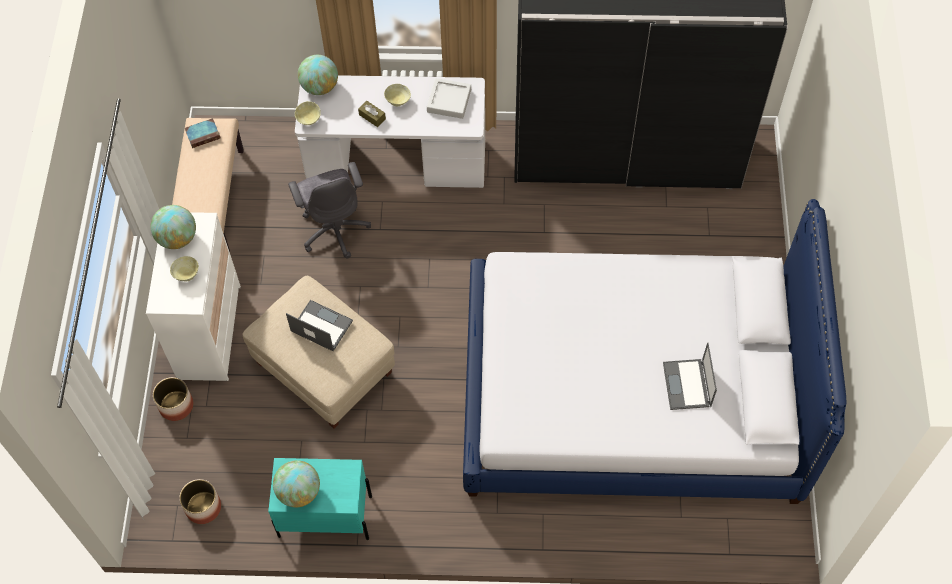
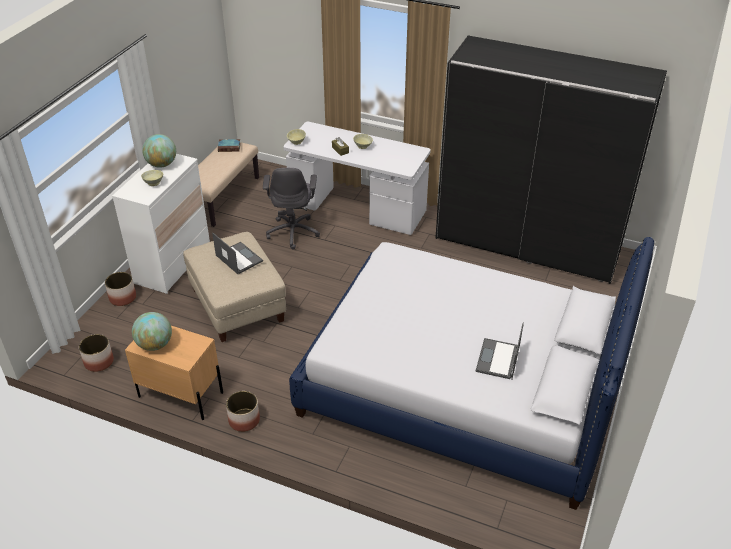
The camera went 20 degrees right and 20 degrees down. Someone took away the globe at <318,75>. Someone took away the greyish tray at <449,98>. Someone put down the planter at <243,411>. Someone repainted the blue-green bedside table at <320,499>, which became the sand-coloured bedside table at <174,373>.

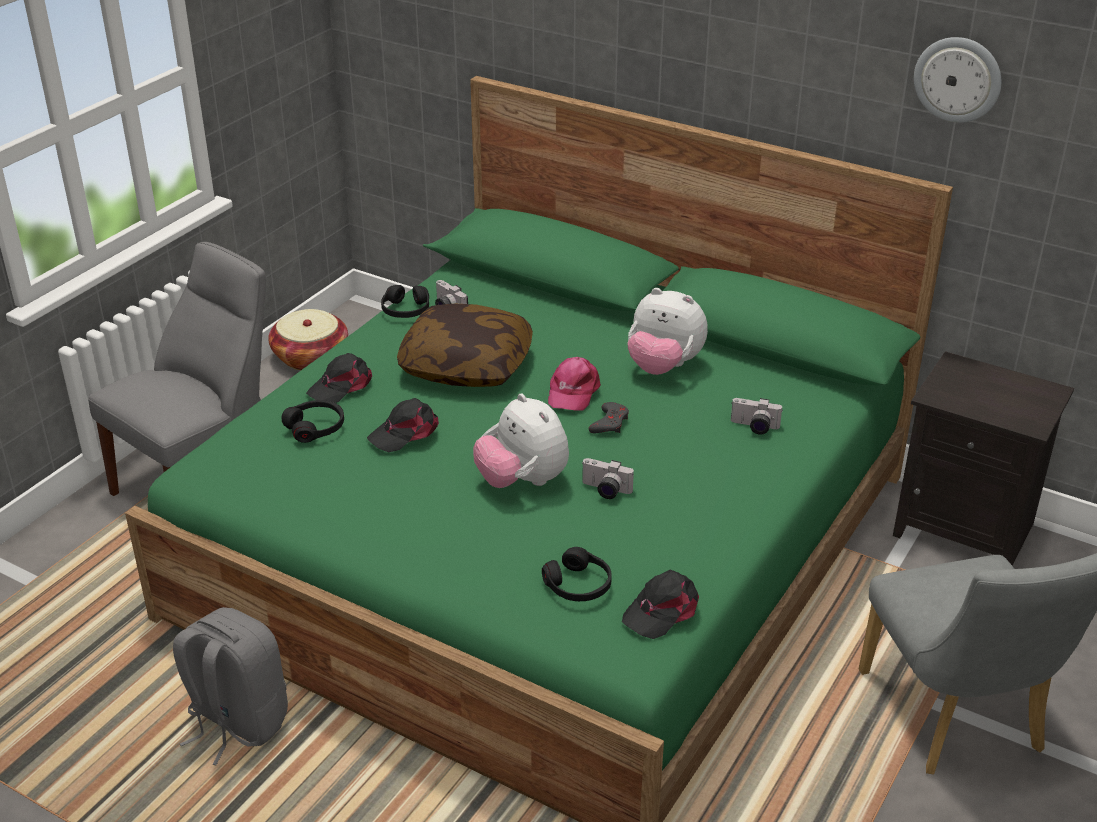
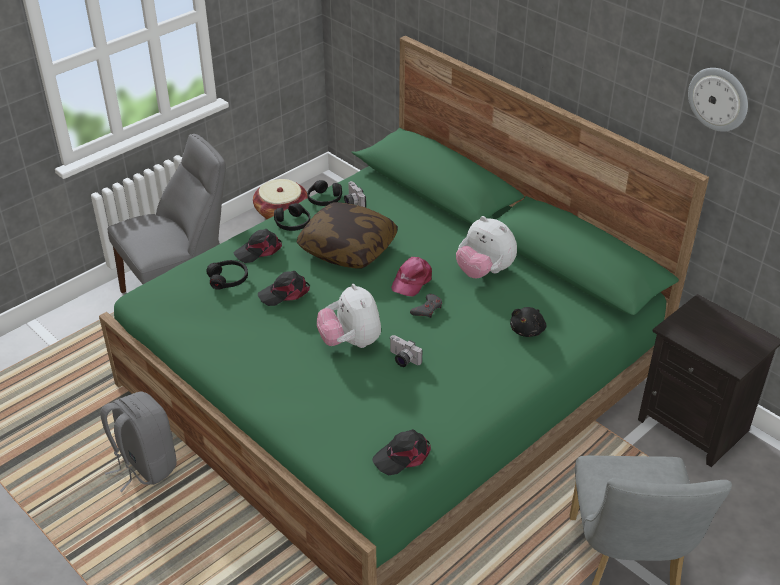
The camera went 15 degrees right and 5 degrees up. Someone carried the black-coloured pair of headphones from <577,574> to <292,217>. Someone swapped the still camera at <757,416> for the black-coloured soft toy at <528,322>.

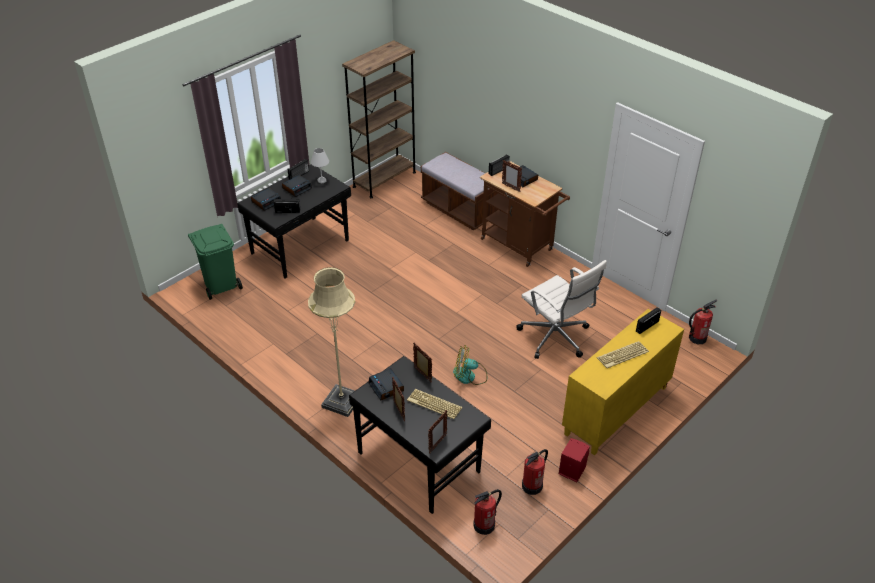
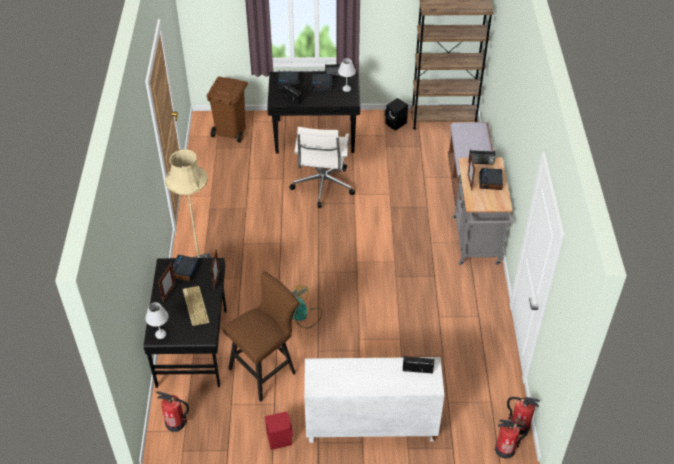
The camera went 45 degrees right and 5 degrees up. Someone took away the PC keyboard at <623,354>. Someone put down the brown sitting stool at <261,336>. Someone put down the black-coloured speaker at <396,114>. Someone carried the white computer chair from <561,309> to <322,167>. Someone carried the fire-fighting cylinder from <535,472> to <512,439>. Someone swapped the picture frame at <437,431> for the white tabletop lamp at <157,320>. Someone repainted the greenish trash can at <215,262>, which became the brown trash can at <227,109>. Someone repainted the brown cart at <525,214>, which became the greyish cart at <483,211>. Someone repainted the yellow-coloured cupboard at <623,382>, which became the white cupboard at <374,400>.

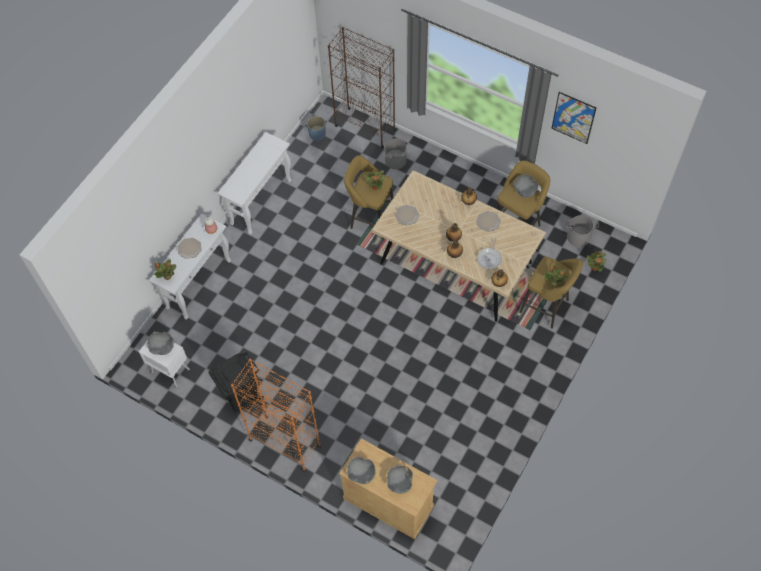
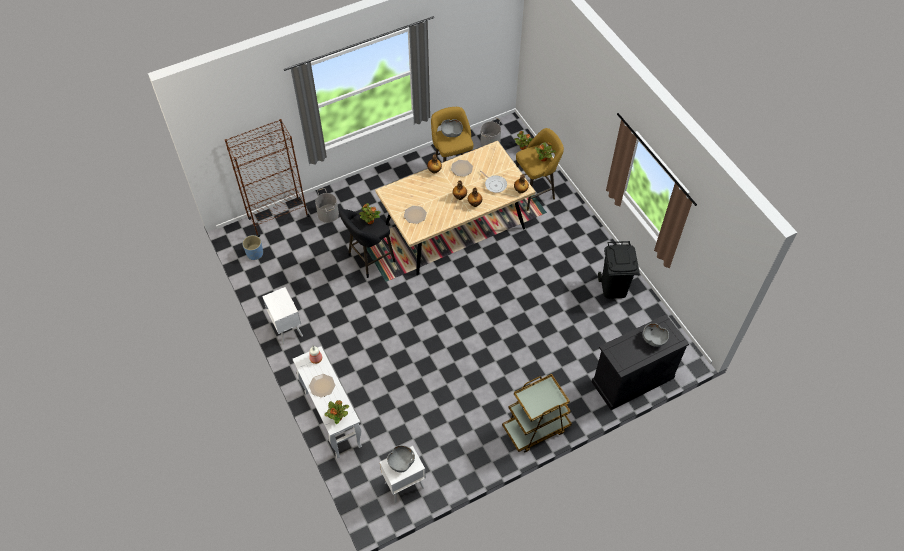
The camera went 60 degrees left and 5 degrees down. Someone took away the greyish deep dish at <361,470>. Someone took away the picture at <573,118>. Someone carried the black-coloured trash can from <236,382> to <619,270>. Someone swapped the white console table at <254,183> for the white bedside table at <282,316>. Someone swapped the orangey bookshelf at <276,415> for the brown cart at <537,413>. Someone repainted the sand-coloured cupboard at <388,488>, which became the black-coloured cupboard at <640,362>. Someone repainted the yellow-coloured sitting stool at <368,197>, which became the black-coloured sitting stool at <367,243>.

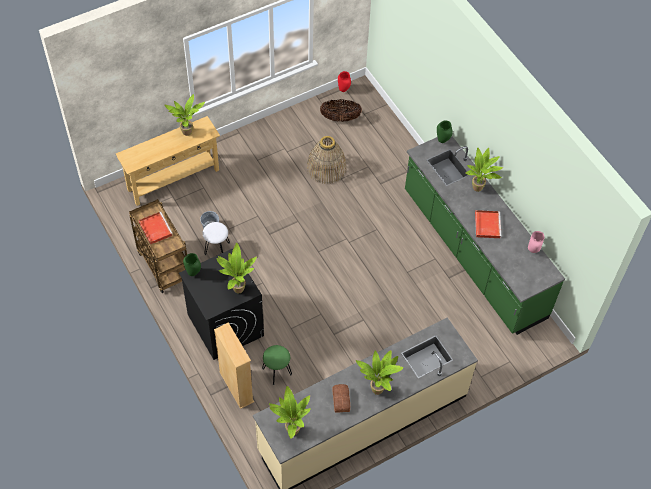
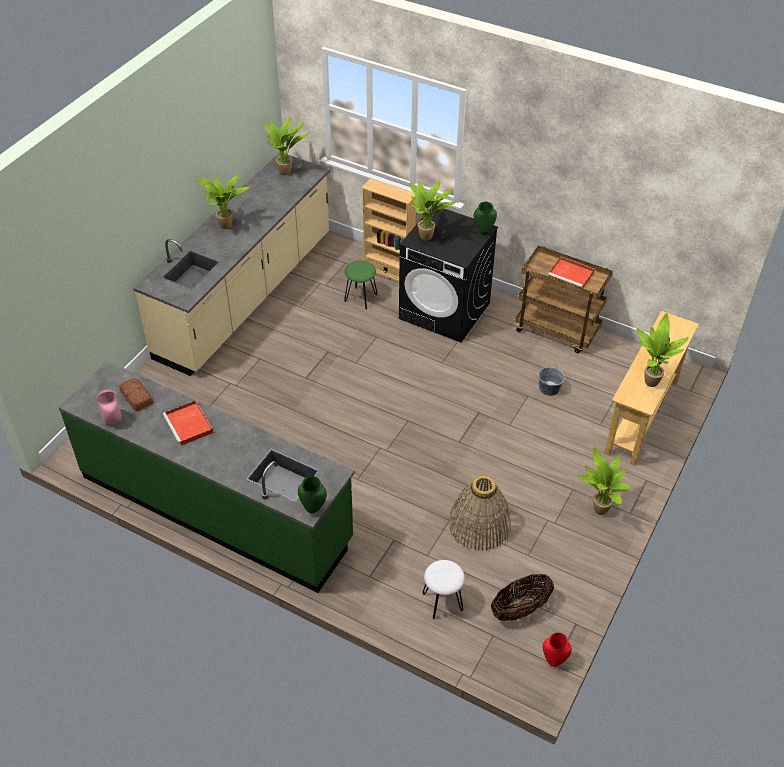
The camera went 150 degrees right and 10 degrees down. Someone carried the white sitting stool from <216,238> to <444,589>. Someone carried the bread from <341,398> to <136,395>. Someone carried the potted plant from <484,170> to <604,481>.

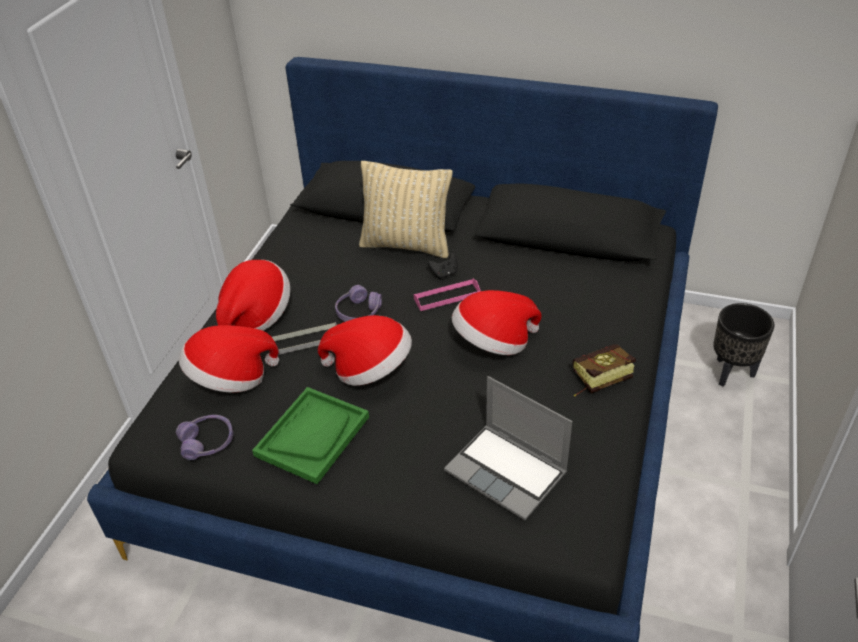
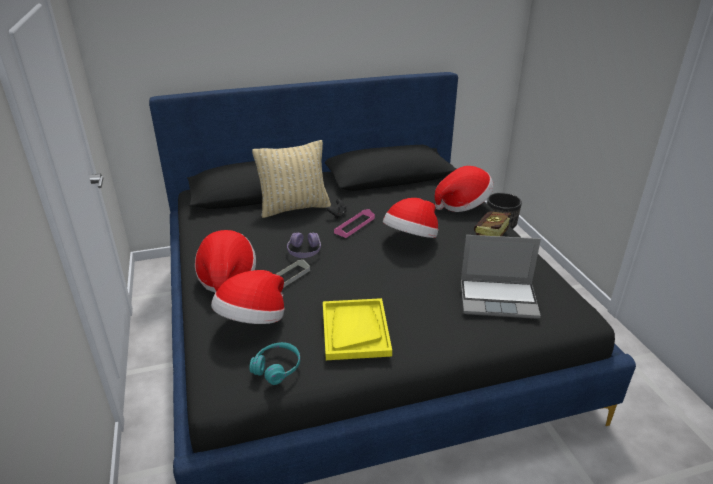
The camera went 35 degrees left and 10 degrees down. Someone carried the wearable hat from <365,350> to <464,189>. Someone repainted the purple pair of headphones at <204,437>, which became the blue-green pair of headphones at <274,363>. Someone repainted the greenish tray at <310,435>, which became the yellow-coloured tray at <357,329>.

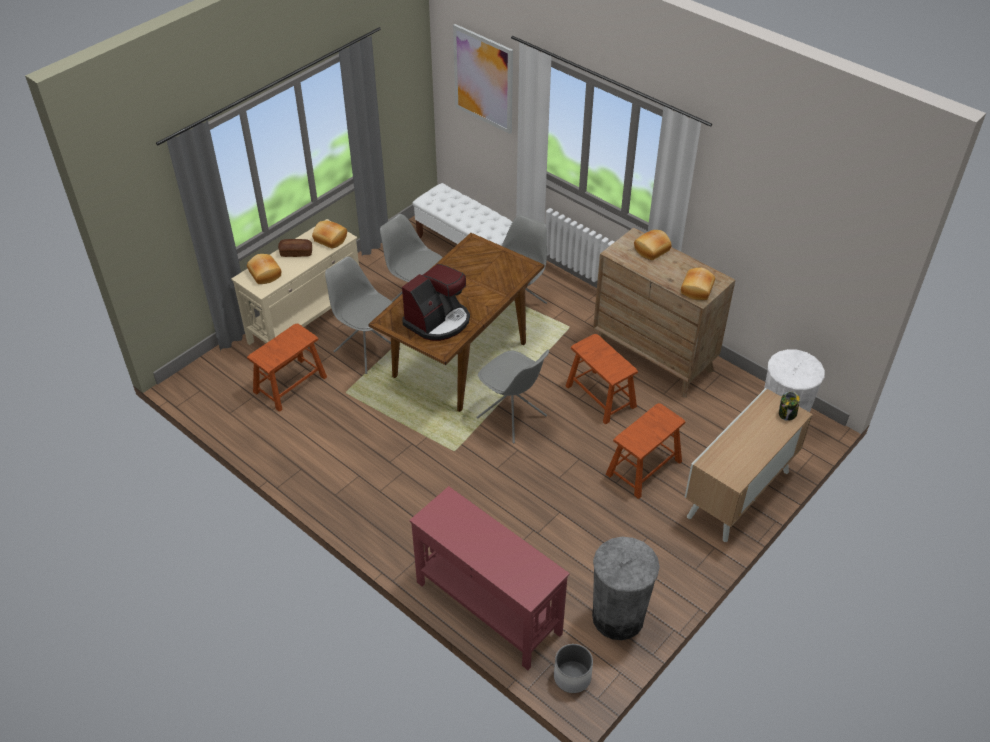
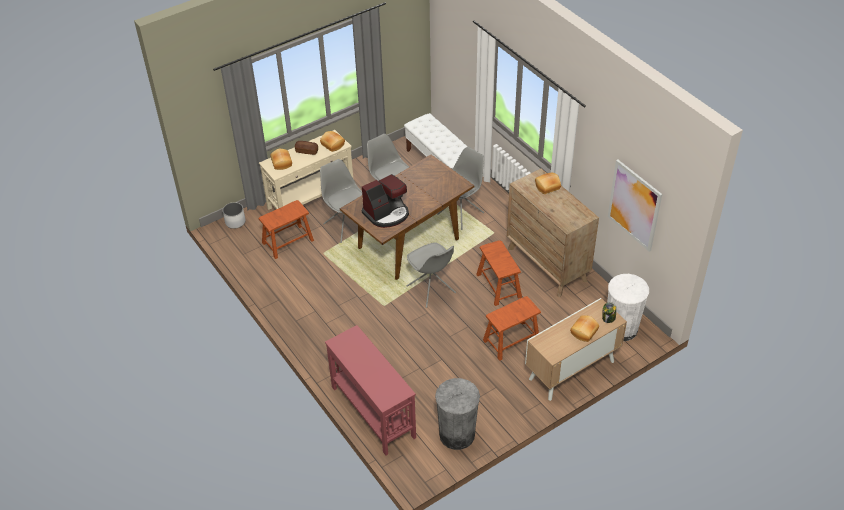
The camera went 15 degrees right and 0 degrees up. Someone carried the picture from <483,79> to <635,205>. Someone carried the white planter from <573,668> to <234,215>. Someone carried the bread from <698,284> to <584,328>.

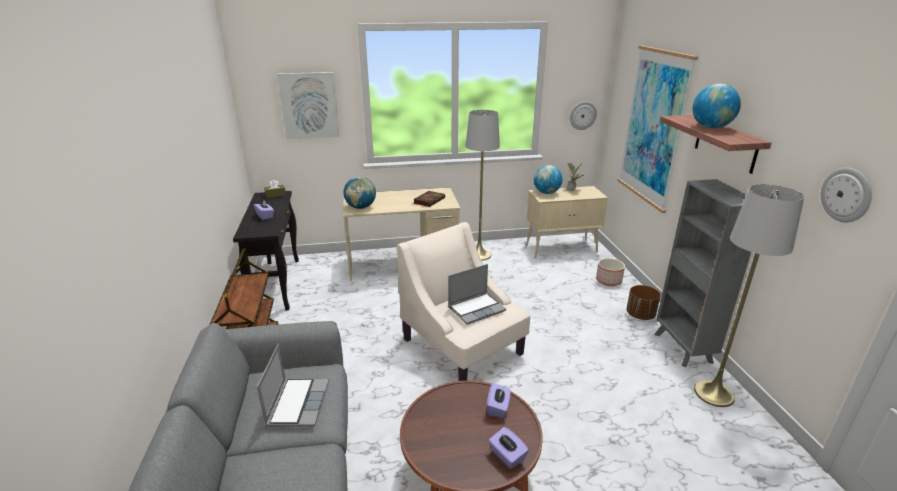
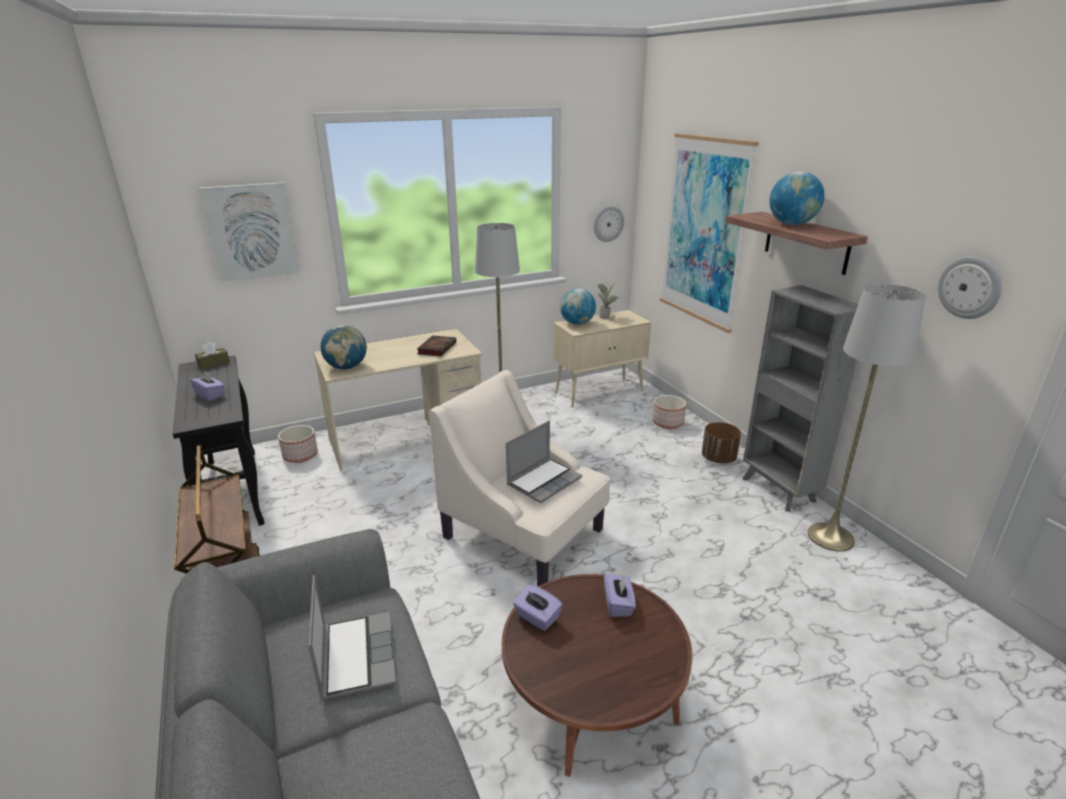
The camera went 15 degrees left and 0 degrees up. Someone put down the planter at <298,444>. Someone carried the purple tissue holder from <509,448> to <538,607>.

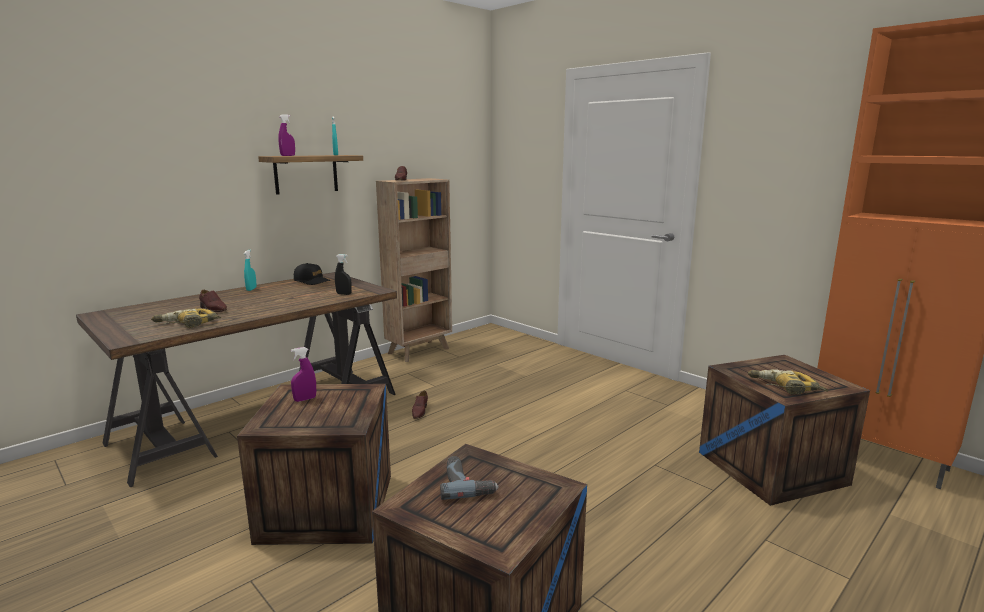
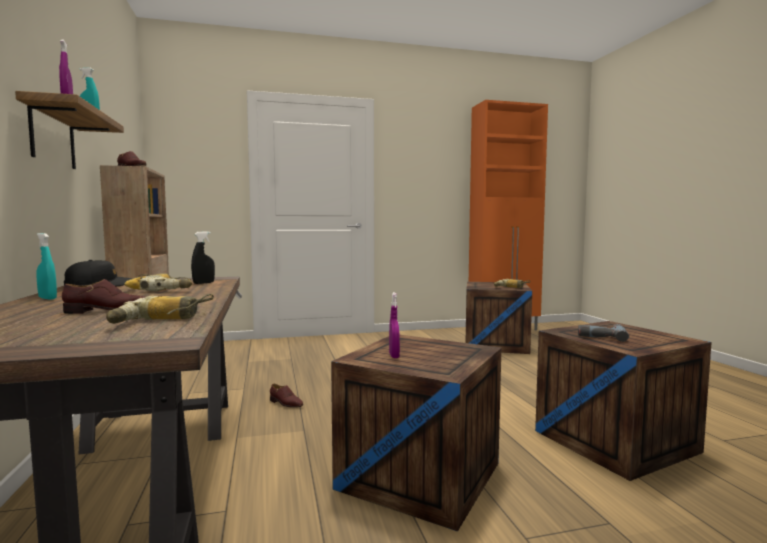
The camera went 60 degrees left and 10 degrees down. Someone put down the electric drill at <158,282>.

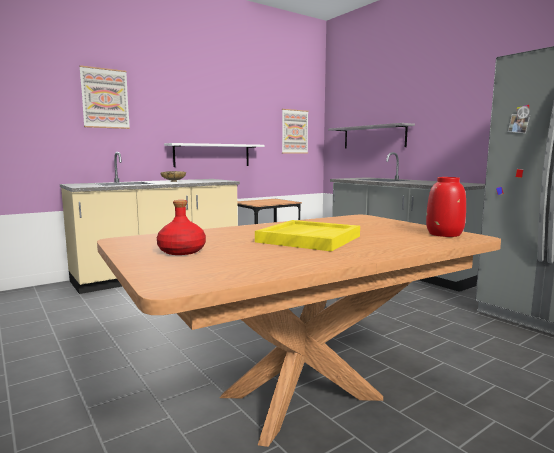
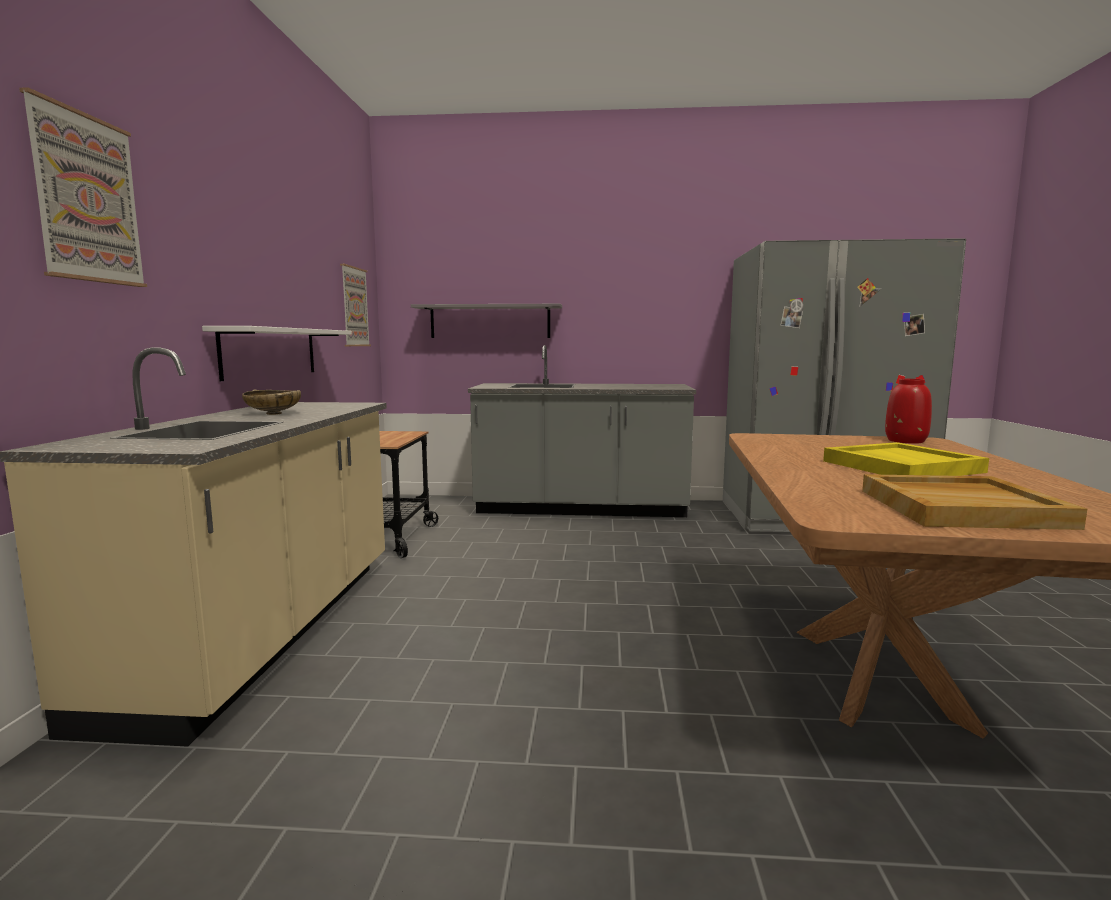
The camera went 50 degrees left and 0 degrees up. Someone swapped the reddish bottle at <181,227> for the sand-coloured tray at <974,502>.

